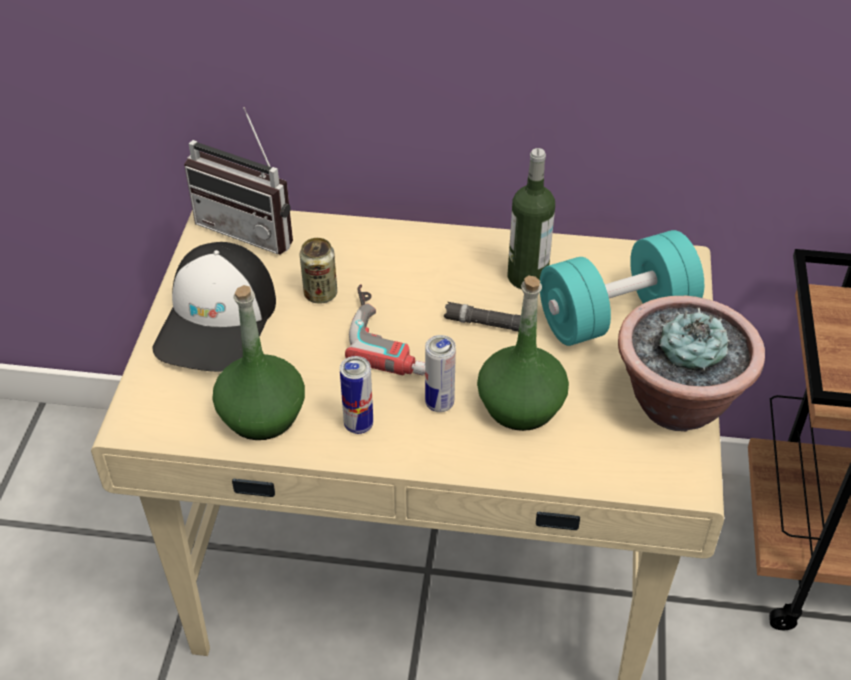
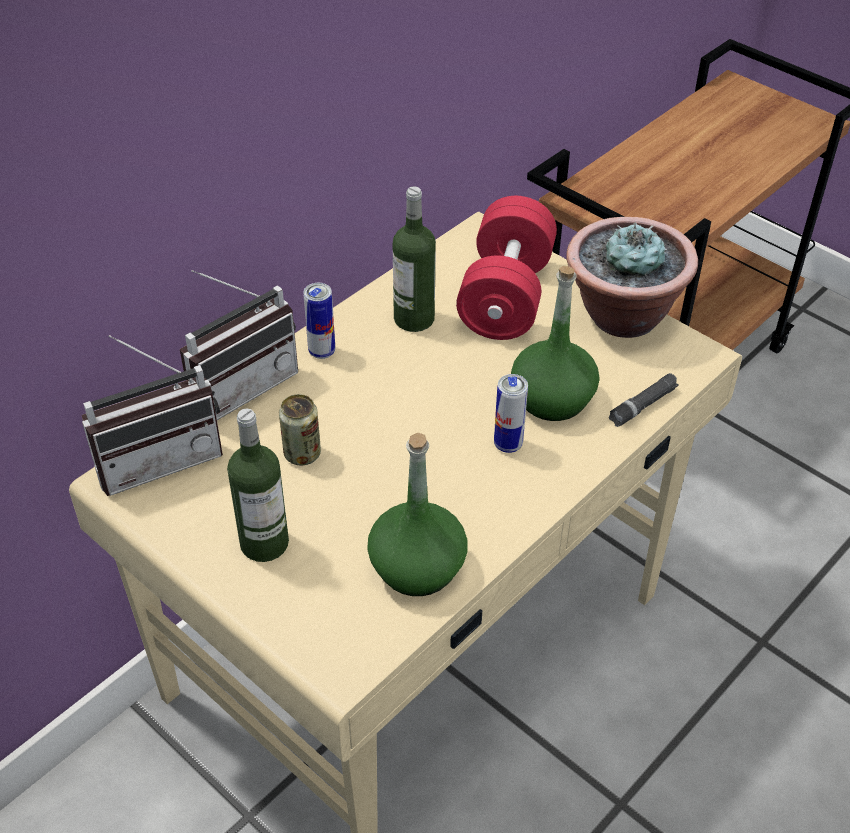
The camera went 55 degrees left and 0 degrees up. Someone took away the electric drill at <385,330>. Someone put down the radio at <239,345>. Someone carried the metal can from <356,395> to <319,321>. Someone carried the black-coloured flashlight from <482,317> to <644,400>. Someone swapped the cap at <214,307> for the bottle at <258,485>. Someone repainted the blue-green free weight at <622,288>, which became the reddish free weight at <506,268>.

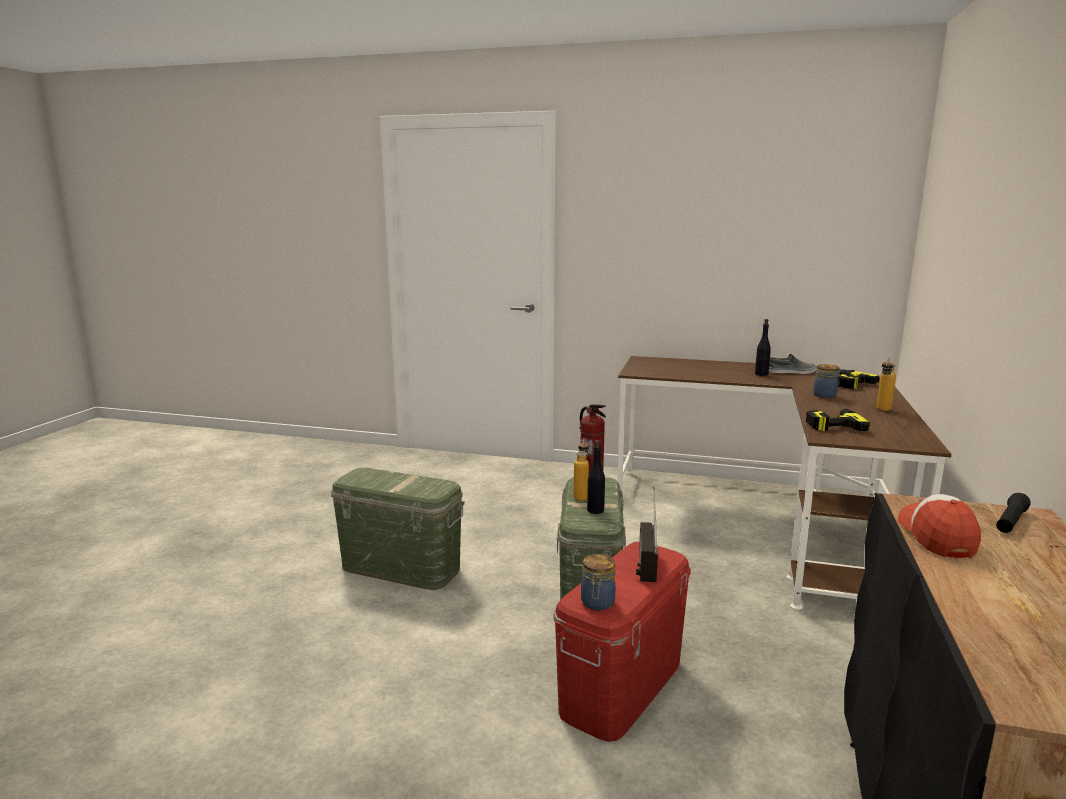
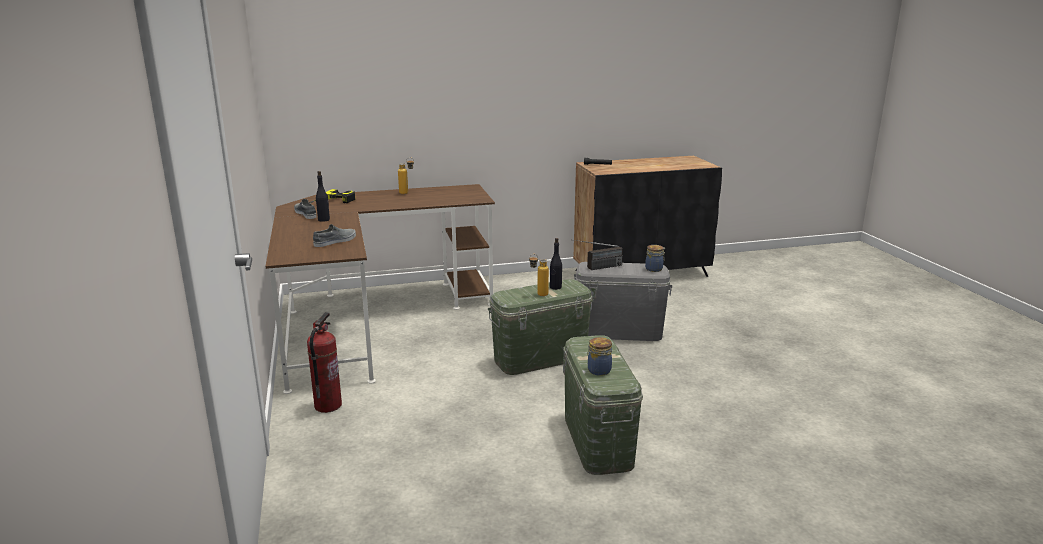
The camera went 120 degrees left and 5 degrees up. Someone took away the electric drill at <838,418>. Someone took away the cap at <939,526>. Someone put down the greyish low shoe at <334,235>. Someone carried the jar from <827,381> to <599,356>. Someone repainted the reddish storage bin at <622,641>, which became the greyish storage bin at <623,301>.

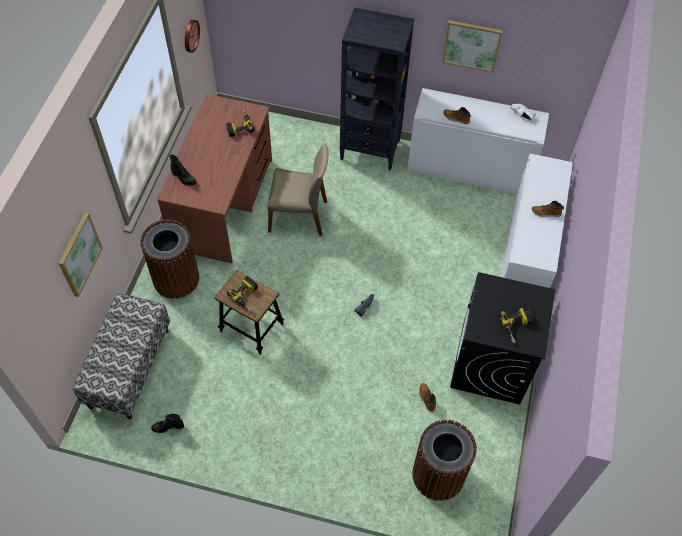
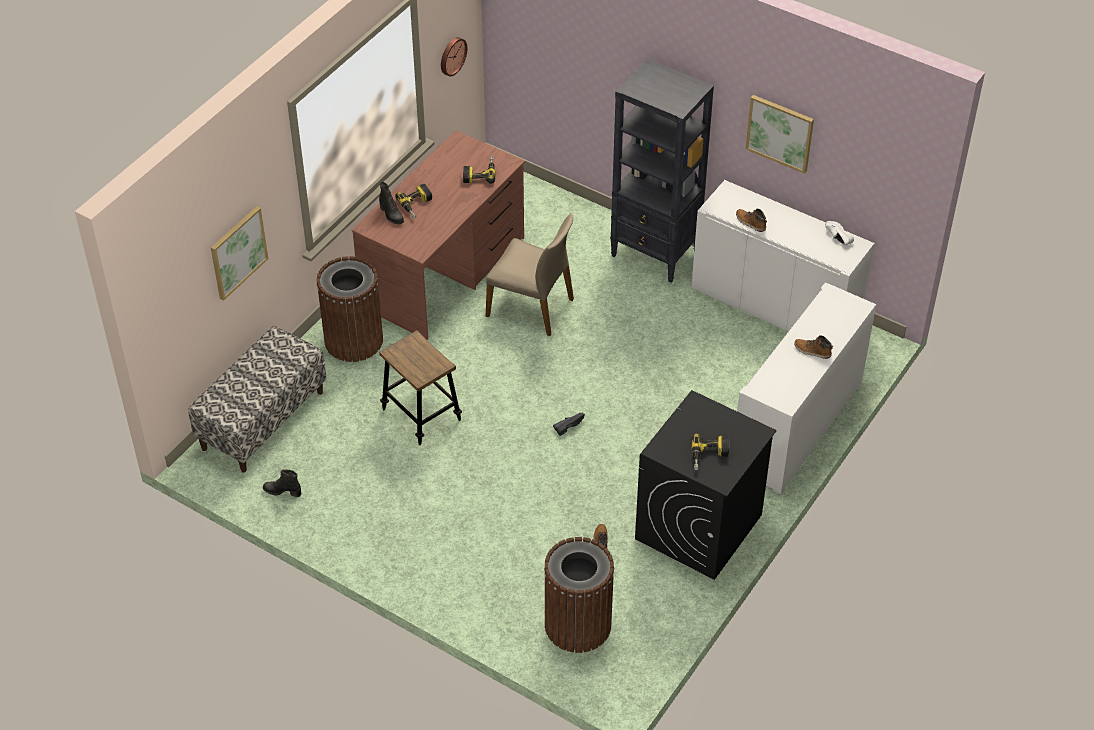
The camera went 20 degrees right and 10 degrees down. Someone carried the electric drill from <242,294> to <413,201>.

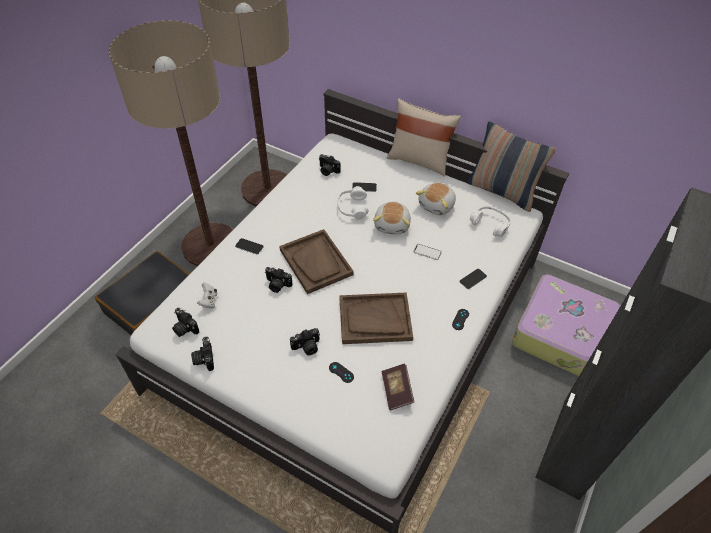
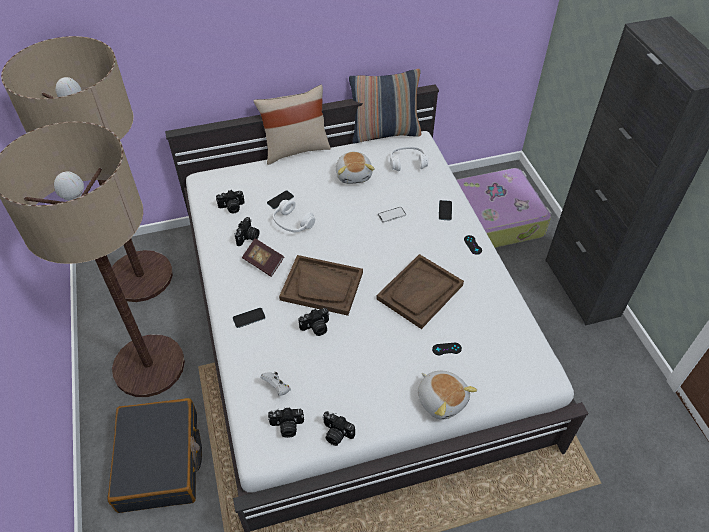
The camera went 45 degrees left and 0 degrees up. Someone carried the still camera from <305,341> to <247,231>. Someone carried the soft toy from <392,218> to <447,395>. Someone carried the bound book from <398,387> to <263,257>.

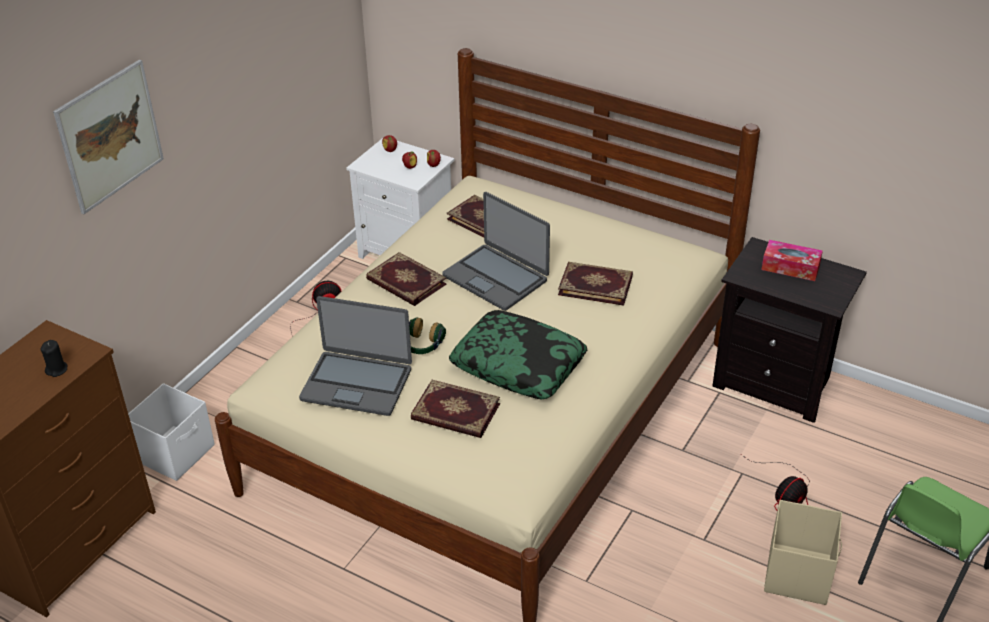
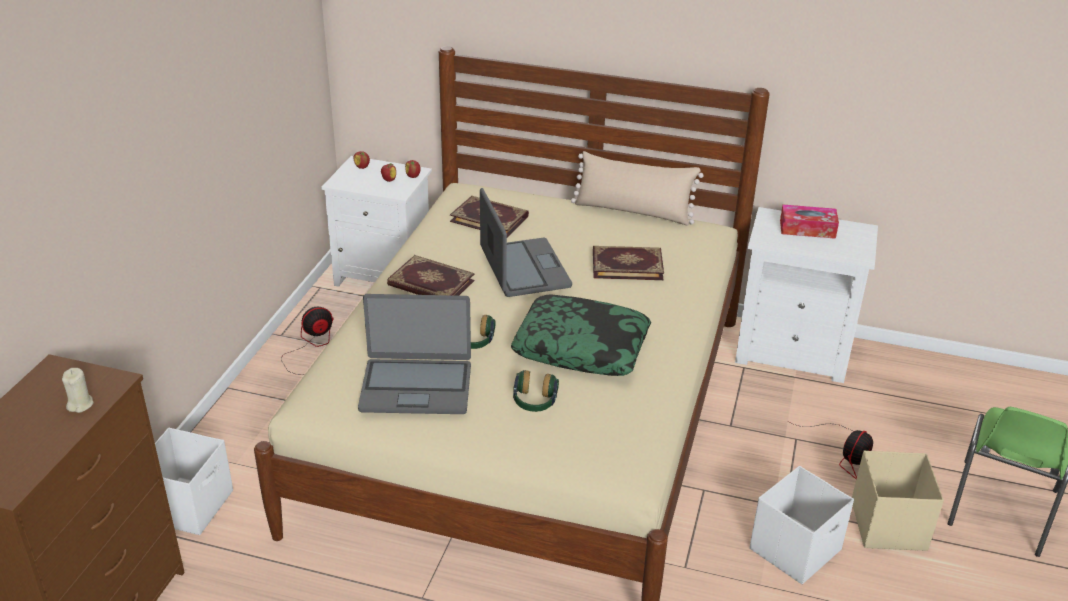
The camera went 15 degrees left and 5 degrees down. Someone took away the picture at <108,137>. Someone put down the sand-coloured pillow at <637,188>. Someone put down the white storage bin at <802,525>. Someone swapped the bound book at <455,409> for the pair of headphones at <536,391>. Someone repainted the black-coloured wax candle at <54,358>, which became the sand-coloured wax candle at <78,390>. Someone repainted the black-coloured bedside table at <790,330>, which became the white bedside table at <806,295>. Someone rotated the notebook computer at <496,251> by 135 degrees counterclockwise.

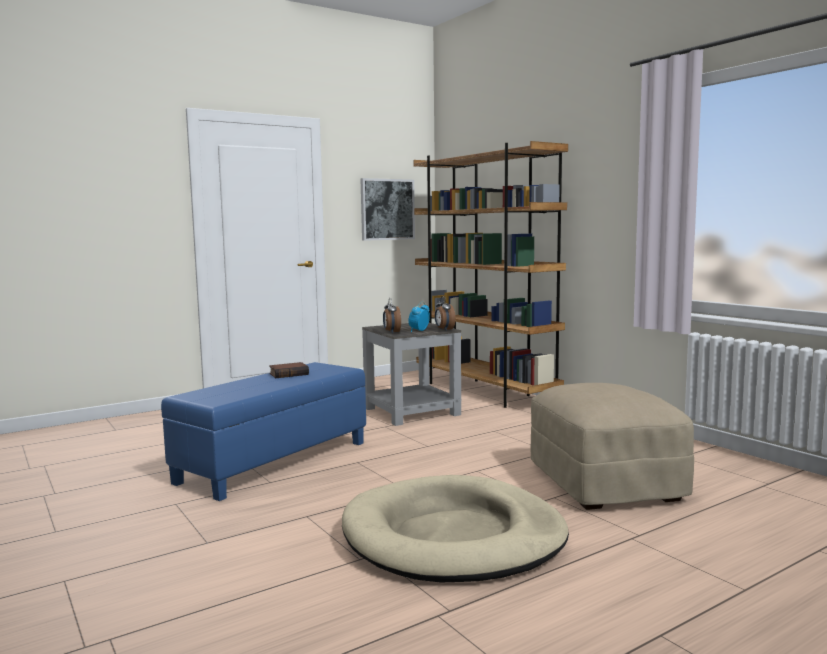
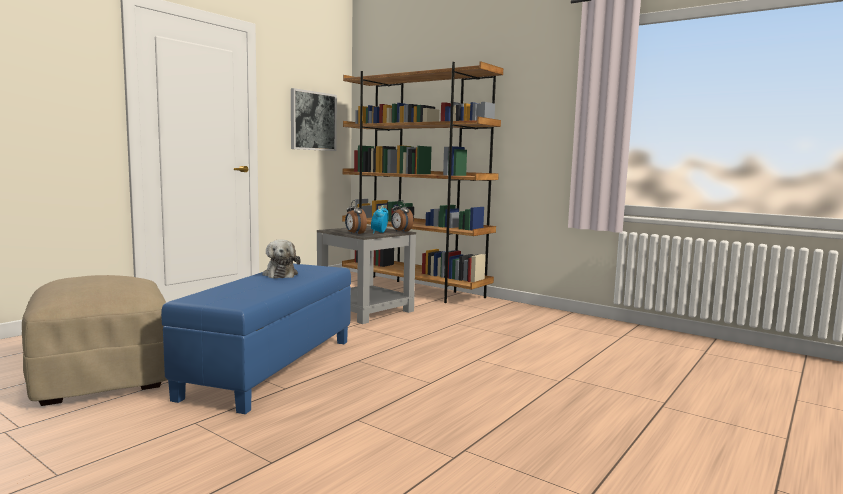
The camera went 20 degrees left and 0 degrees up. Someone took away the sand-coloured dog bed at <455,529>. Someone carried the sand-coloured footrest from <612,446> to <95,340>. Someone swapped the bound book at <289,370> for the soft toy at <282,258>.

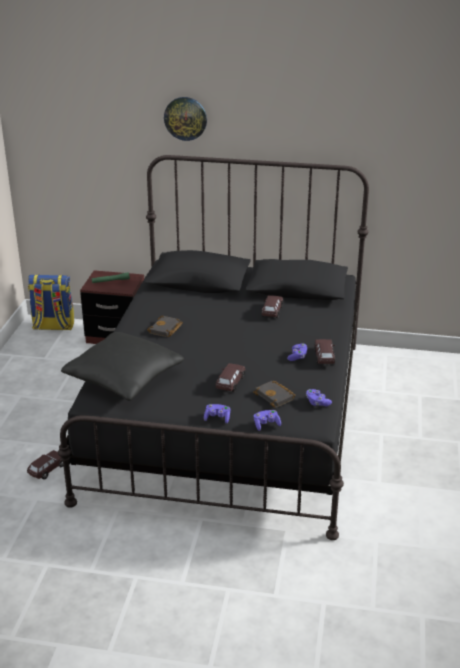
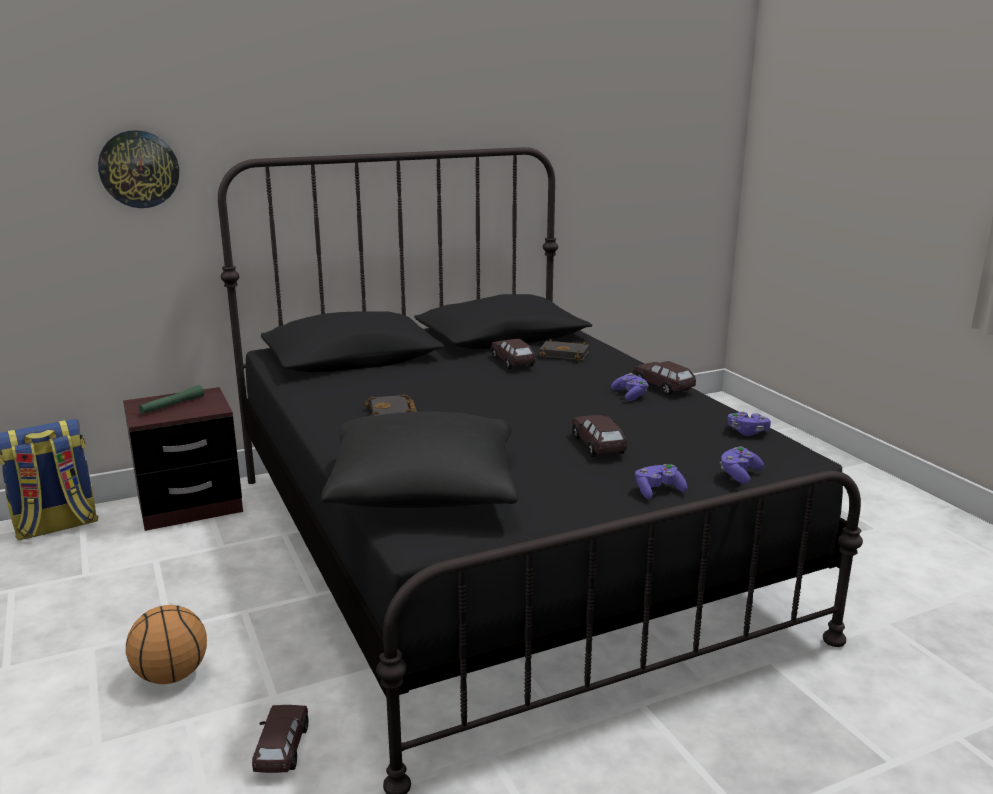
The camera went 35 degrees left and 10 degrees down. Someone put down the basketball ball at <166,644>. Someone carried the hanging clock from <185,119> to <138,169>. Someone carried the black-coloured bound book from <274,394> to <564,350>.

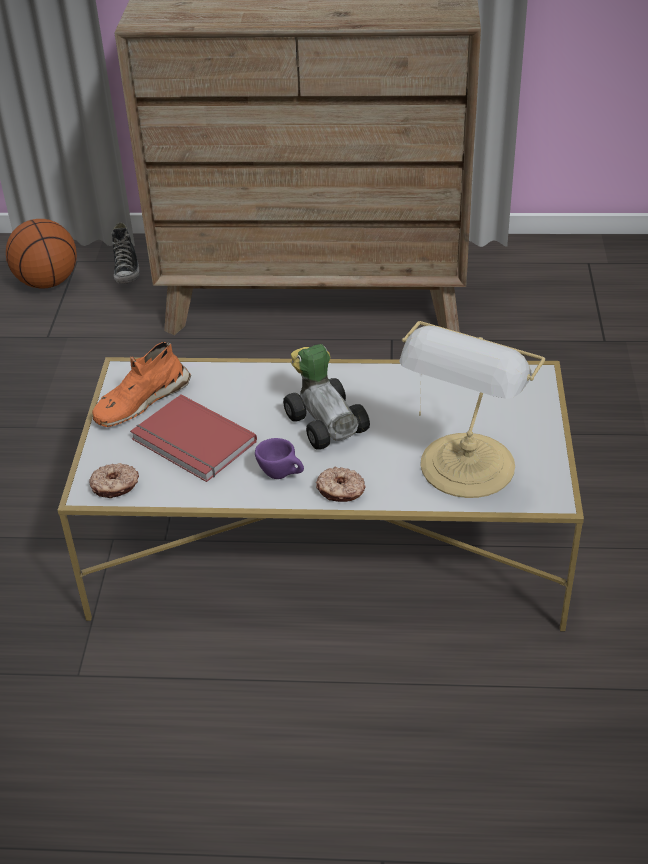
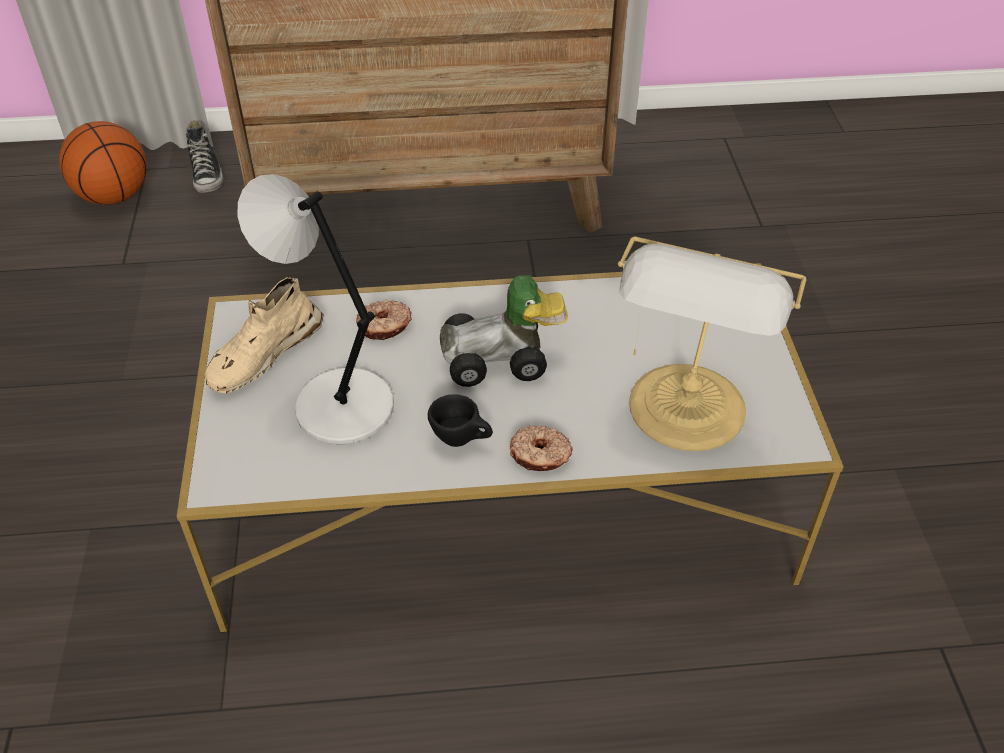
The camera went 10 degrees left and 5 degrees up. Someone carried the ring doughnut from <114,480> to <384,320>. Someone swapped the reddish bound book at <193,438> for the greyish tabletop lamp at <316,309>. Someone repainted the orangey low shoe at <141,384>, which became the sand-coloured low shoe at <264,335>. Someone repainted the purple cup at <279,458>, which became the black-coloured cup at <460,420>. Someone rotated the model car at <326,397> by 120 degrees clockwise.

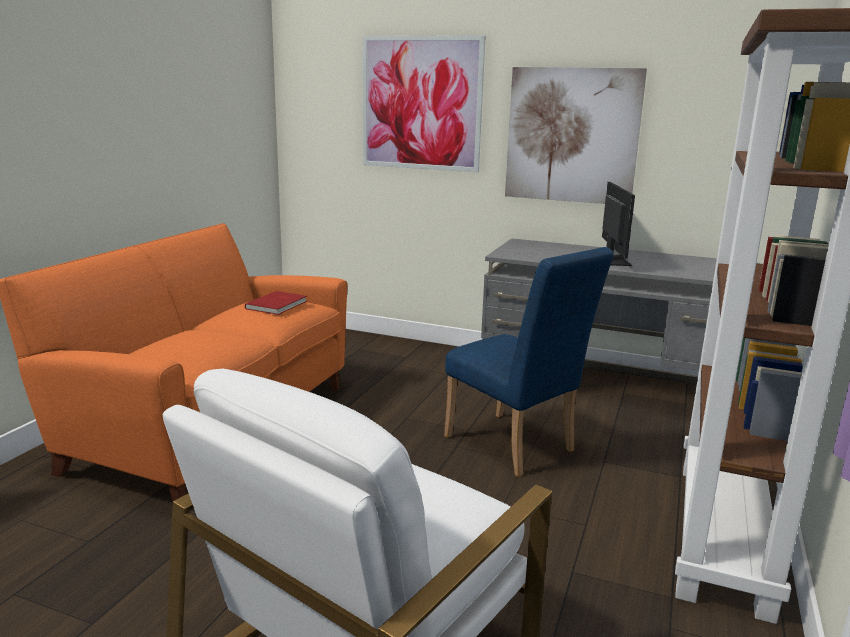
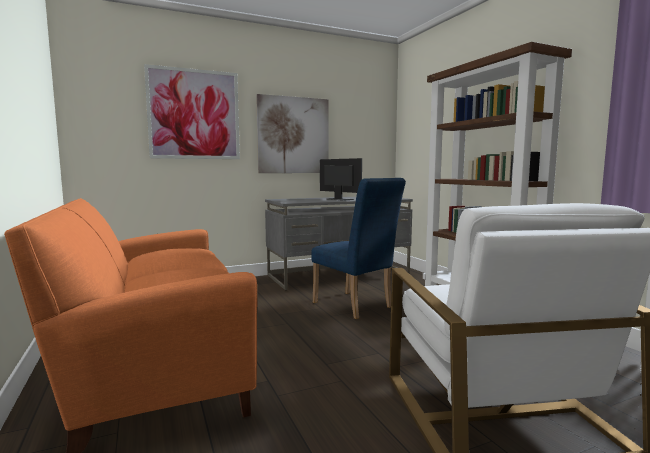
The camera went 45 degrees left and 10 degrees down. Someone took away the reddish bound book at <276,303>. Someone rotated the blue upright chair at <529,362> by 45 degrees clockwise.

